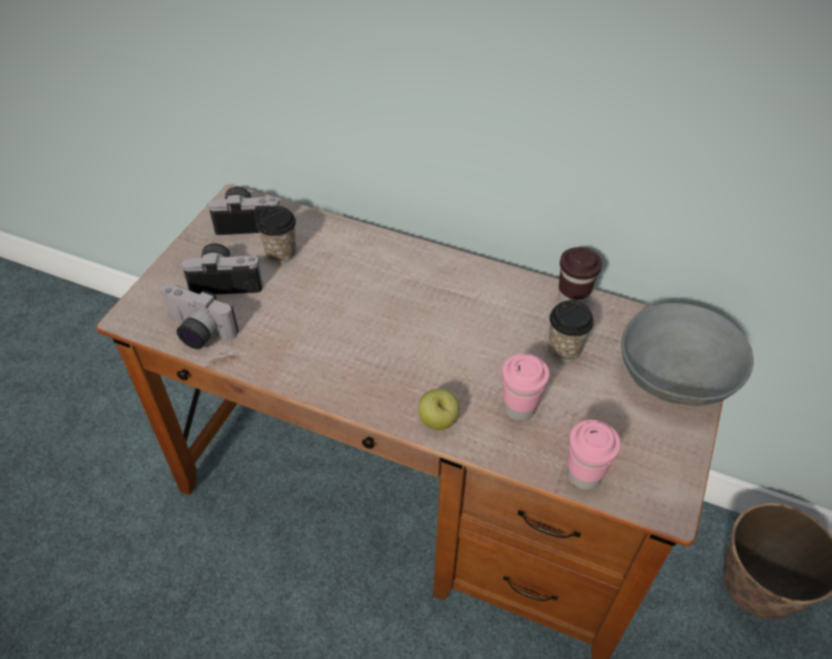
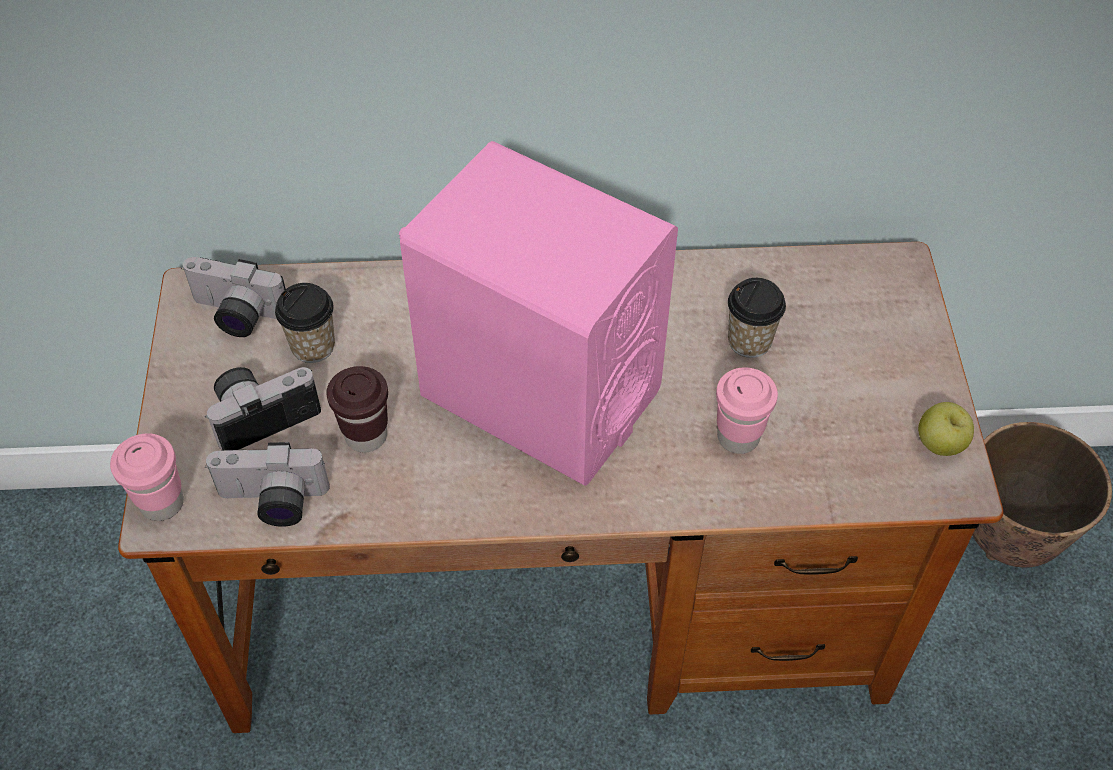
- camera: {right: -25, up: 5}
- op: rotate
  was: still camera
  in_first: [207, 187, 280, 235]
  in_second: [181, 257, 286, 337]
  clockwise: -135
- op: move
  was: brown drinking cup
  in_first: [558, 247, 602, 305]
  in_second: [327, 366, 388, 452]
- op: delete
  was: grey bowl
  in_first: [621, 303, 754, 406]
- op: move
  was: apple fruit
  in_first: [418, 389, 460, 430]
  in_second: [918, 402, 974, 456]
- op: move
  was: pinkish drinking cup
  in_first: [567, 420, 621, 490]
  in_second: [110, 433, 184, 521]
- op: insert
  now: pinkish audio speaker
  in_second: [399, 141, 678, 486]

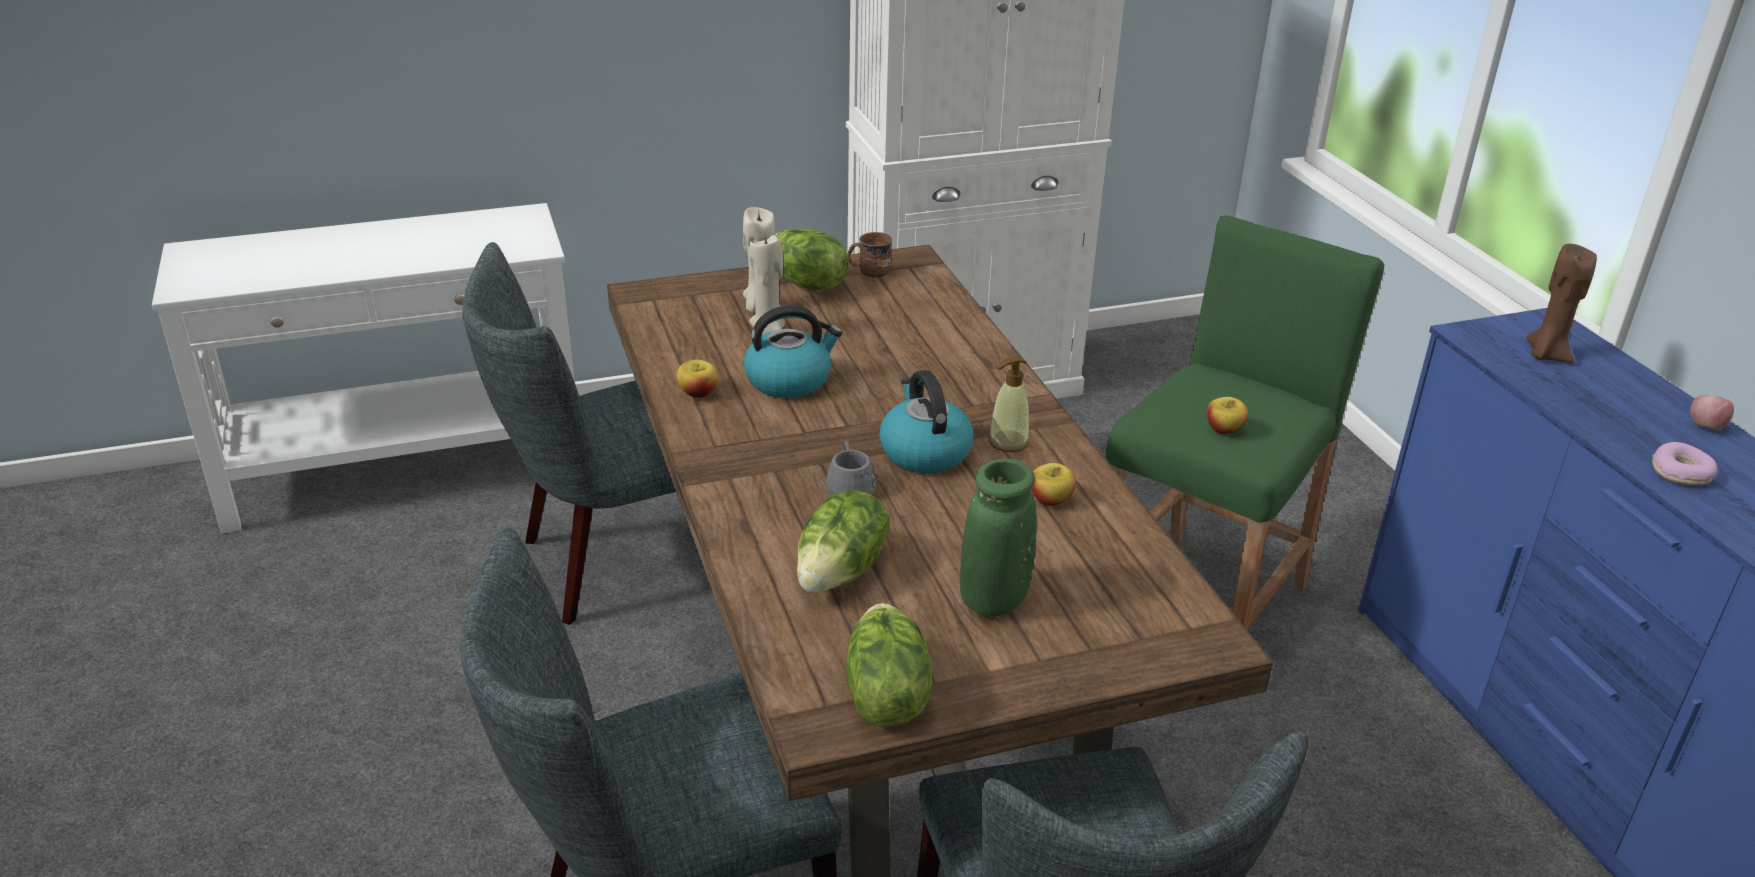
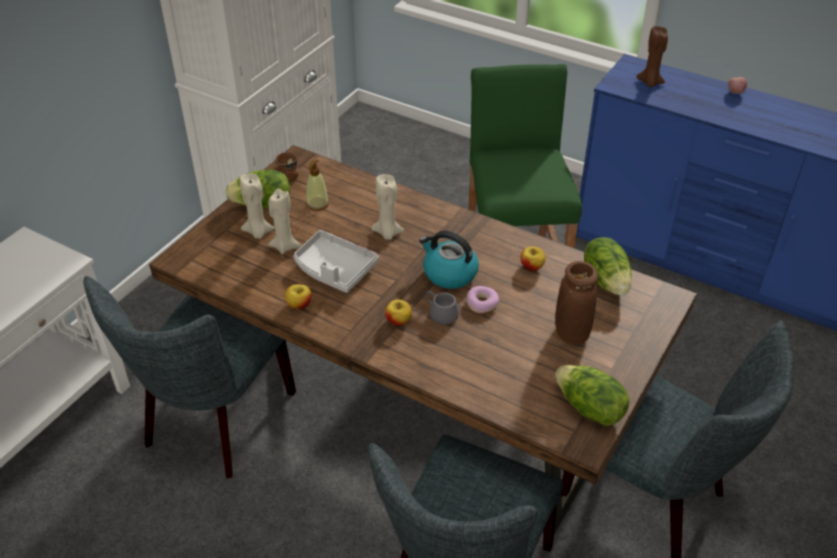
- camera: {right: -40, up: 10}
- op: replace
  was: kettle
  now: grey serving tray
  in_first: [744, 305, 842, 398]
  in_second: [294, 230, 379, 293]
- op: move
  was: soap bottle
  in_first: [989, 356, 1030, 452]
  in_second: [306, 159, 329, 211]
- op: move
  was: apple fruit
  in_first: [1207, 397, 1248, 434]
  in_second: [385, 300, 412, 326]
- op: move
  was: doughnut
  in_first: [1652, 442, 1717, 485]
  in_second: [466, 286, 499, 313]
- op: recolor
  was: green flower vase
  now: brown flower vase
  in_first: [960, 459, 1037, 617]
  in_second: [555, 261, 598, 344]
- op: move
  was: lettuce
  in_first: [797, 490, 890, 593]
  in_second: [584, 237, 632, 296]
- op: insert
  now: sand-coloured candle
  in_second: [371, 174, 404, 240]

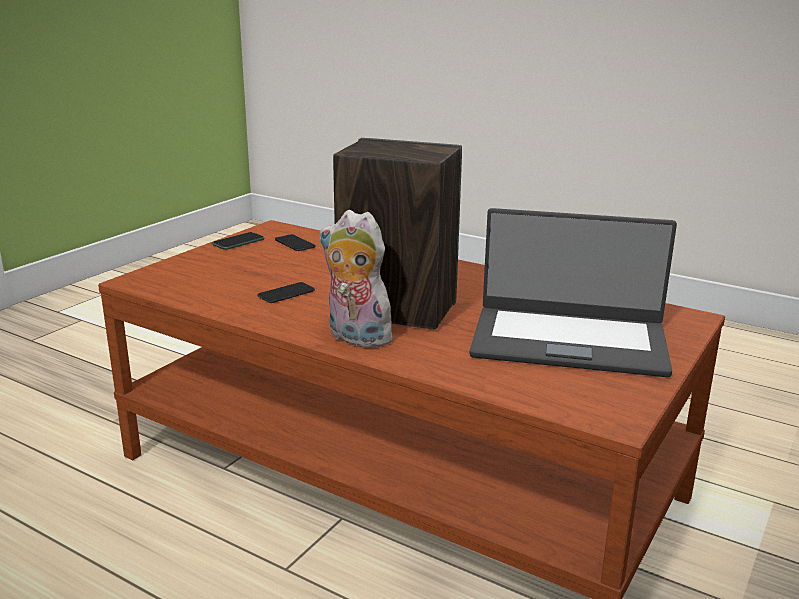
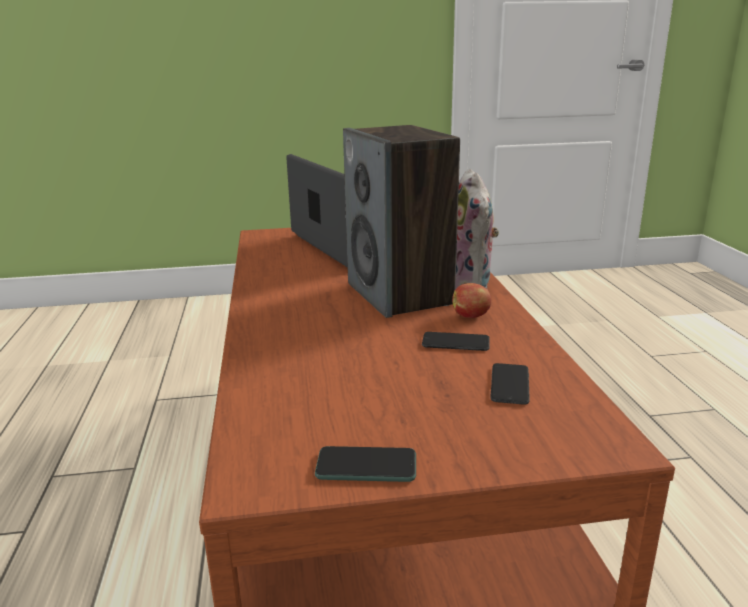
- camera: {right: -130, up: 0}
- op: move
  was: phone
  in_first: [275, 234, 316, 251]
  in_second: [490, 363, 530, 405]
- op: insert
  now: apple fruit
  in_second: [452, 283, 491, 318]

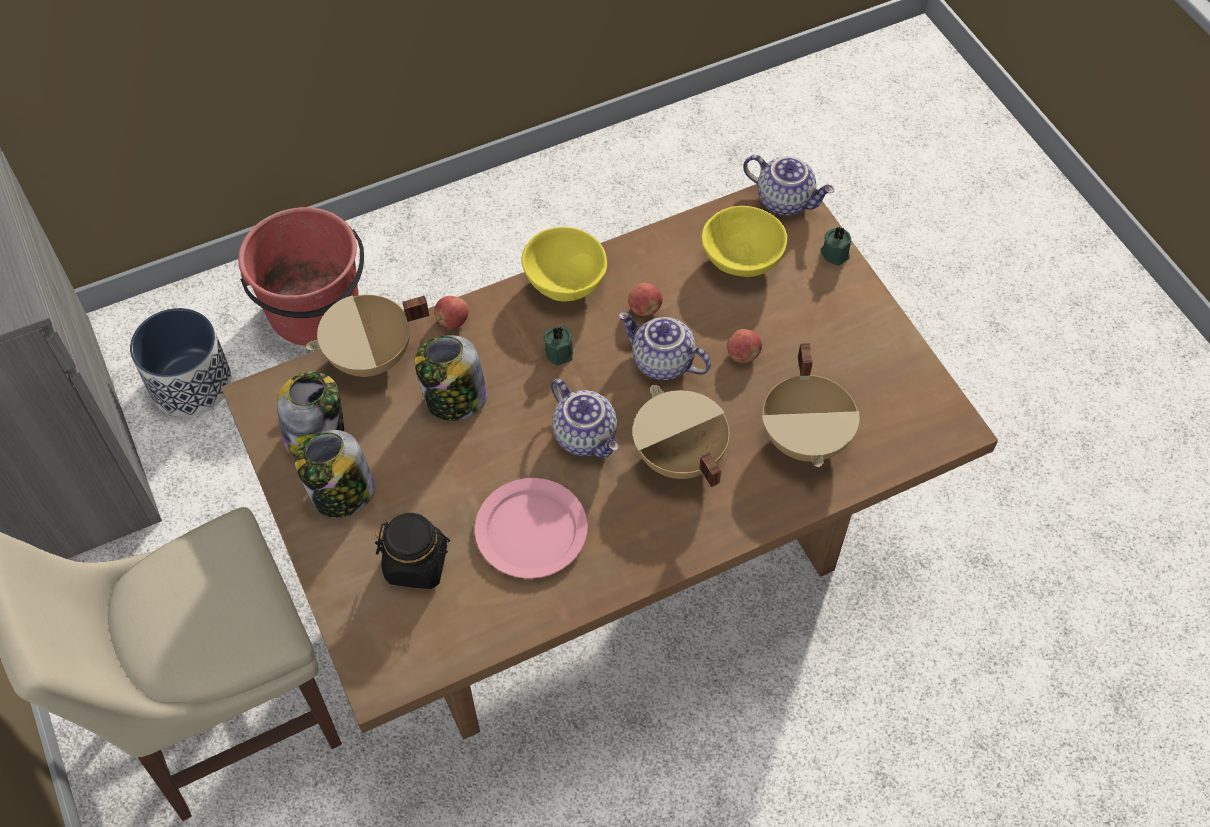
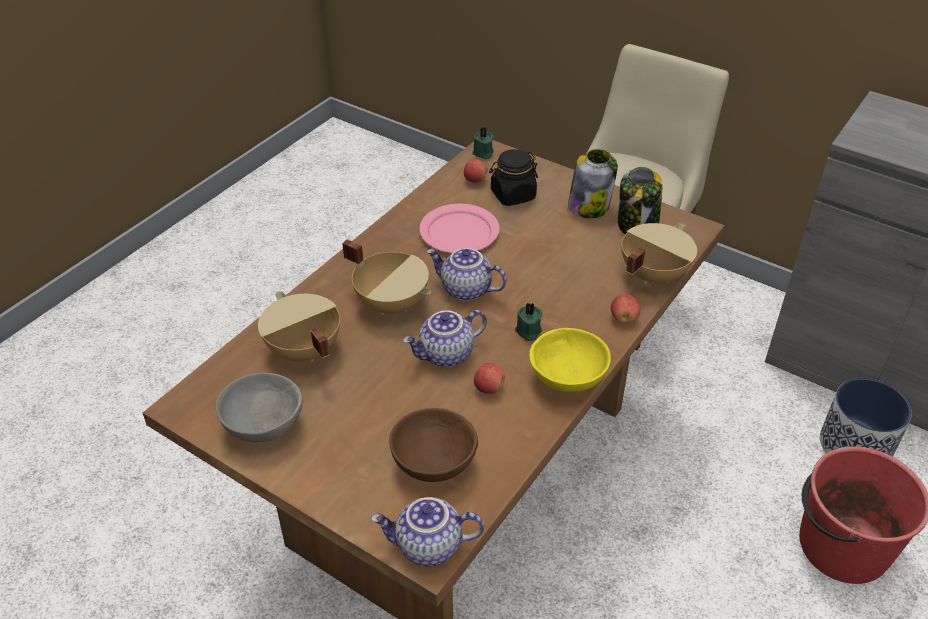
- camera: {right: 150, up: -15}
- op: recolor
  was: yellow bowl
  now: brown bowl
  in_first: [702, 206, 787, 277]
  in_second: [389, 408, 478, 482]
- op: move
  was: green candle
  in_first: [820, 226, 851, 266]
  in_second: [472, 127, 494, 159]
- op: rotate
  was: tea pot
  in_first: [619, 312, 711, 380]
  in_second: [403, 310, 487, 367]
  clockwise: 150
- op: move
  was: apple fruit
  in_first: [727, 329, 762, 363]
  in_second: [464, 159, 488, 182]
- op: delete
  was: preserve jar
  in_first: [415, 335, 487, 421]
- op: insert
  now: grey bowl
  in_second: [215, 373, 303, 442]

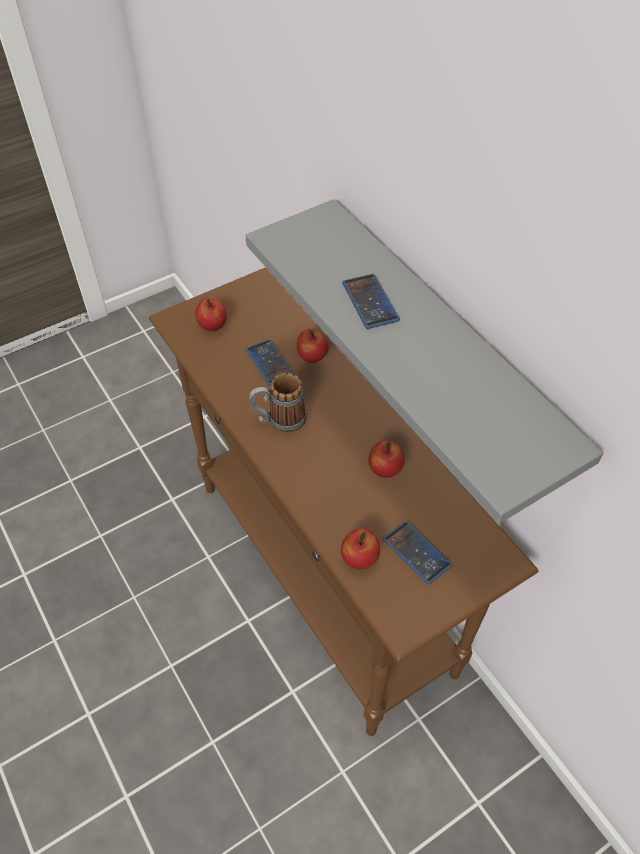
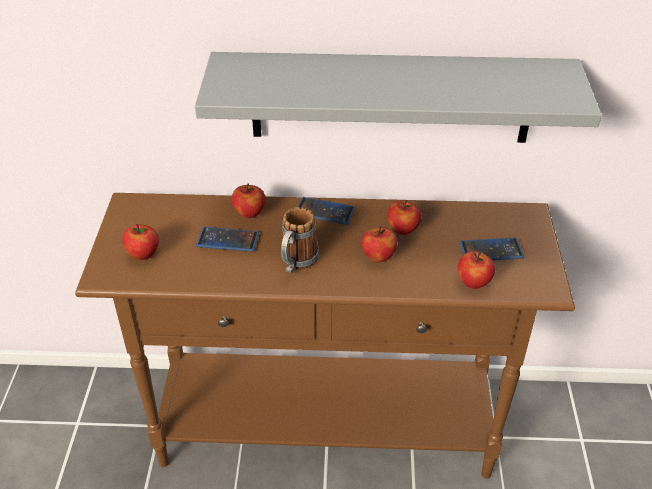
- camera: {right: -55, up: -10}
- op: move
  was: phone
  in_first: [342, 274, 400, 329]
  in_second: [297, 197, 355, 225]
- op: insert
  now: apple fruit
  in_second: [361, 226, 397, 263]

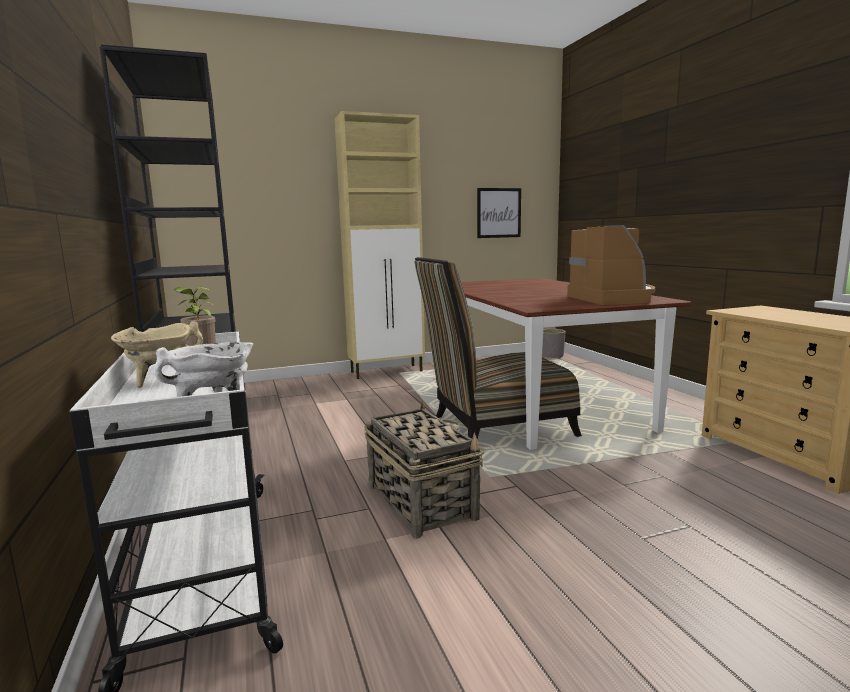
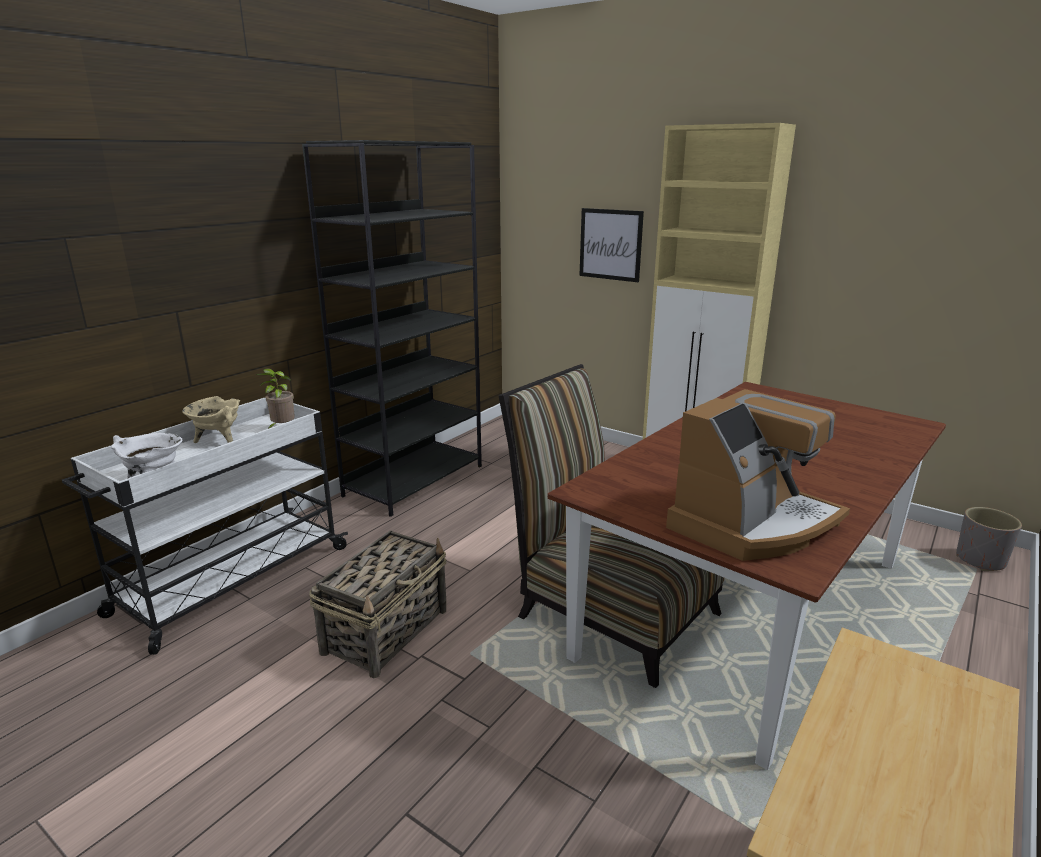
- camera: {right: 55, up: 10}
- op: move
  was: picture
  in_first: [477, 188, 521, 238]
  in_second: [579, 208, 644, 282]

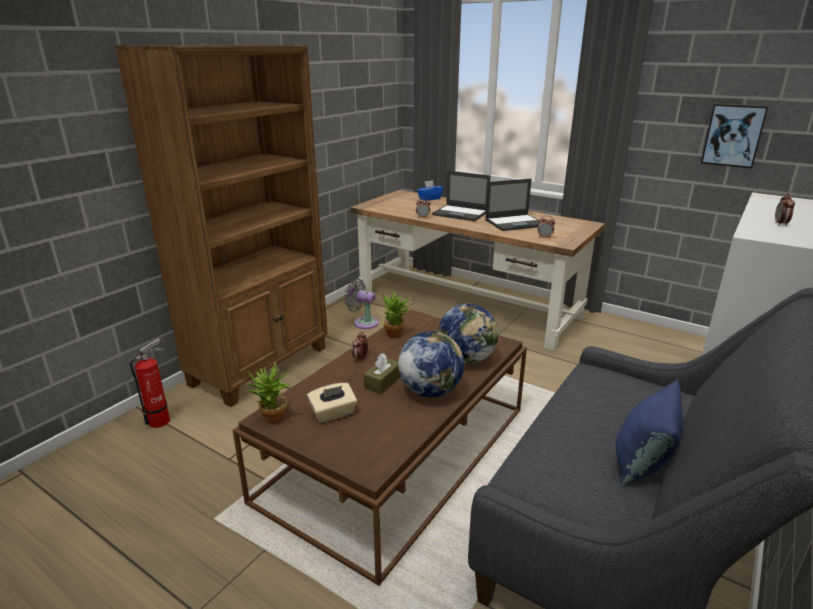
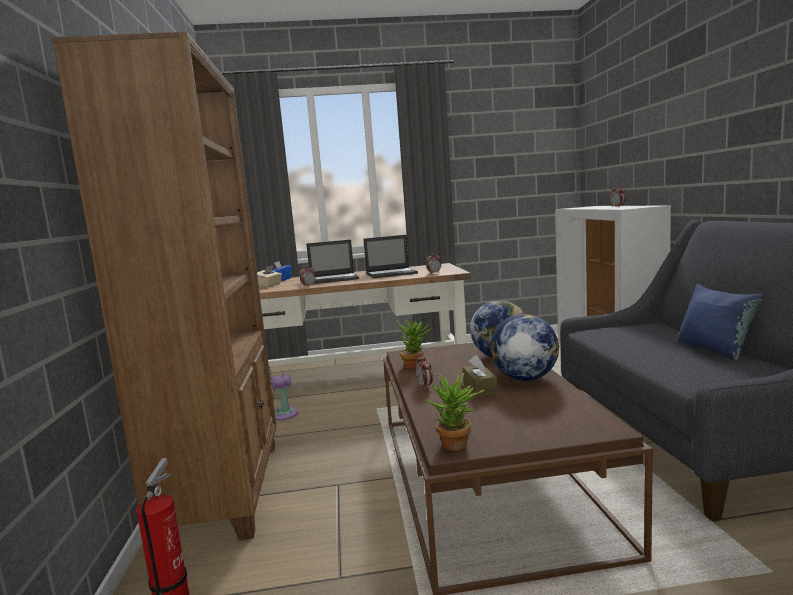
- camera: {right: -40, up: -15}
- op: delete
  was: picture
  in_first: [701, 104, 769, 169]
- op: rotate
  was: portable computer
  in_first: [485, 179, 540, 231]
  in_second: [363, 235, 418, 278]
  clockwise: 45
- op: move
  was: sand-coloured tissue box
  in_first: [307, 383, 357, 423]
  in_second: [257, 266, 282, 287]

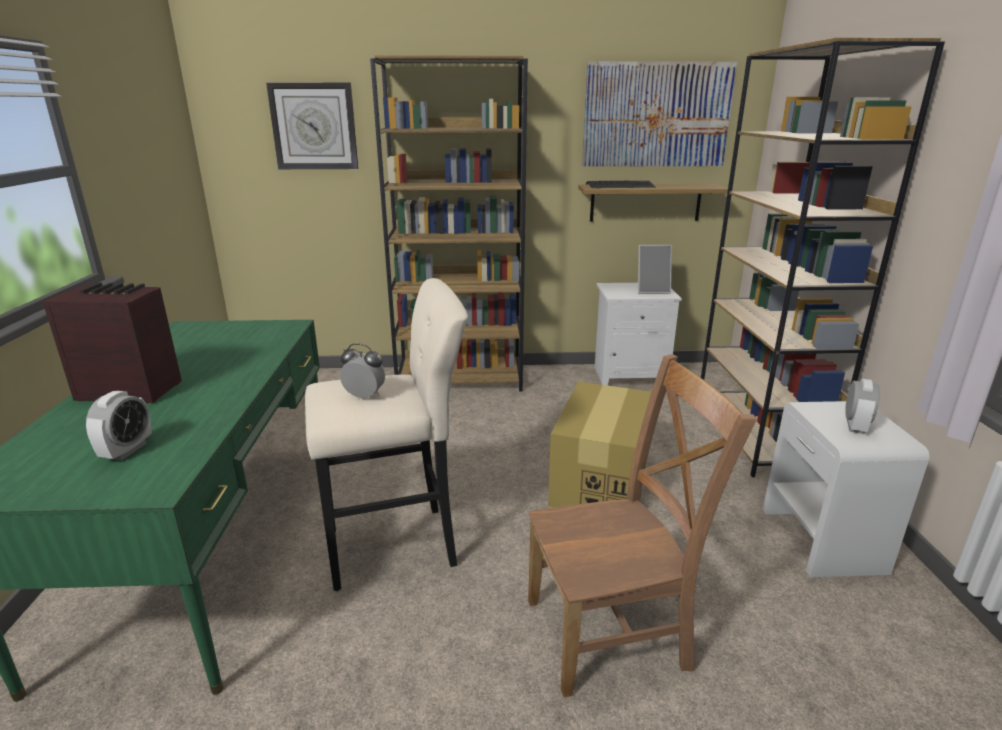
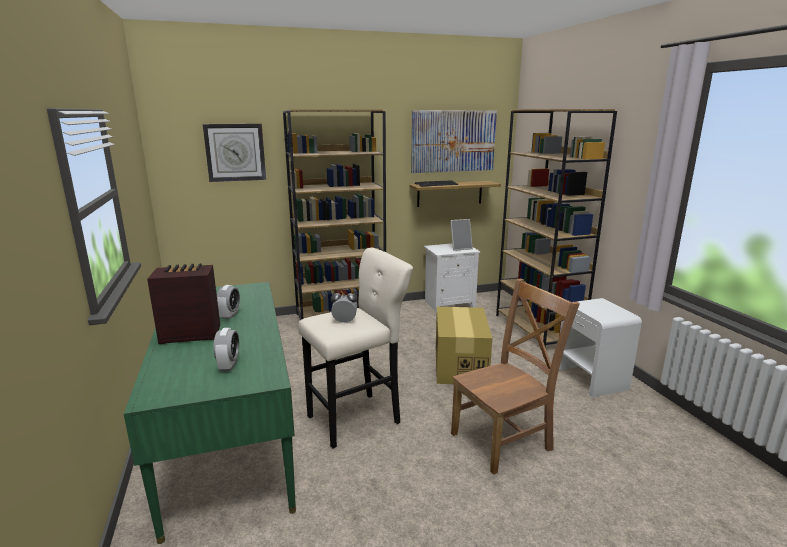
- camera: {right: -15, up: -5}
- op: move
  was: alarm clock
  in_first: [845, 379, 880, 434]
  in_second: [217, 285, 240, 319]

